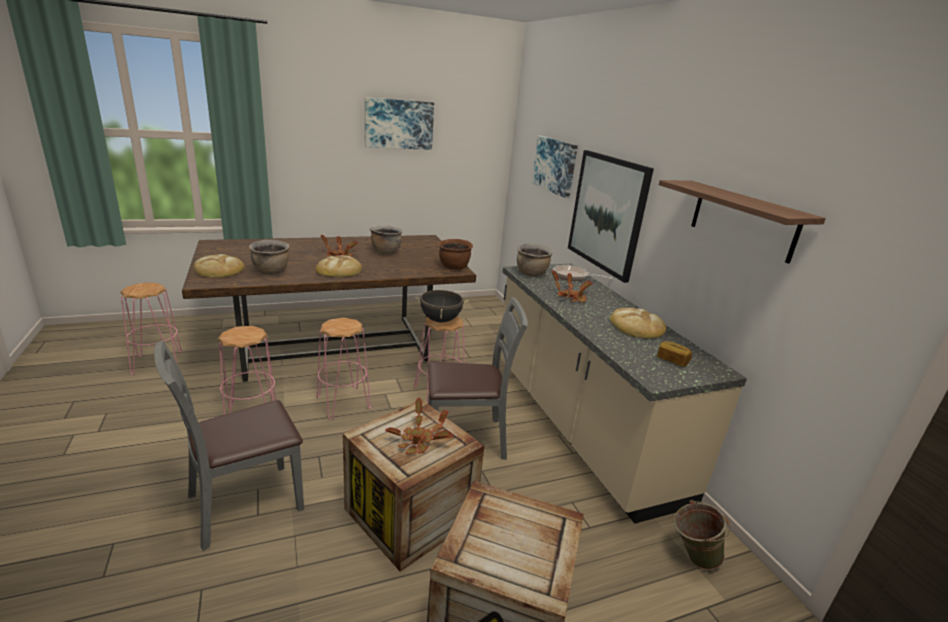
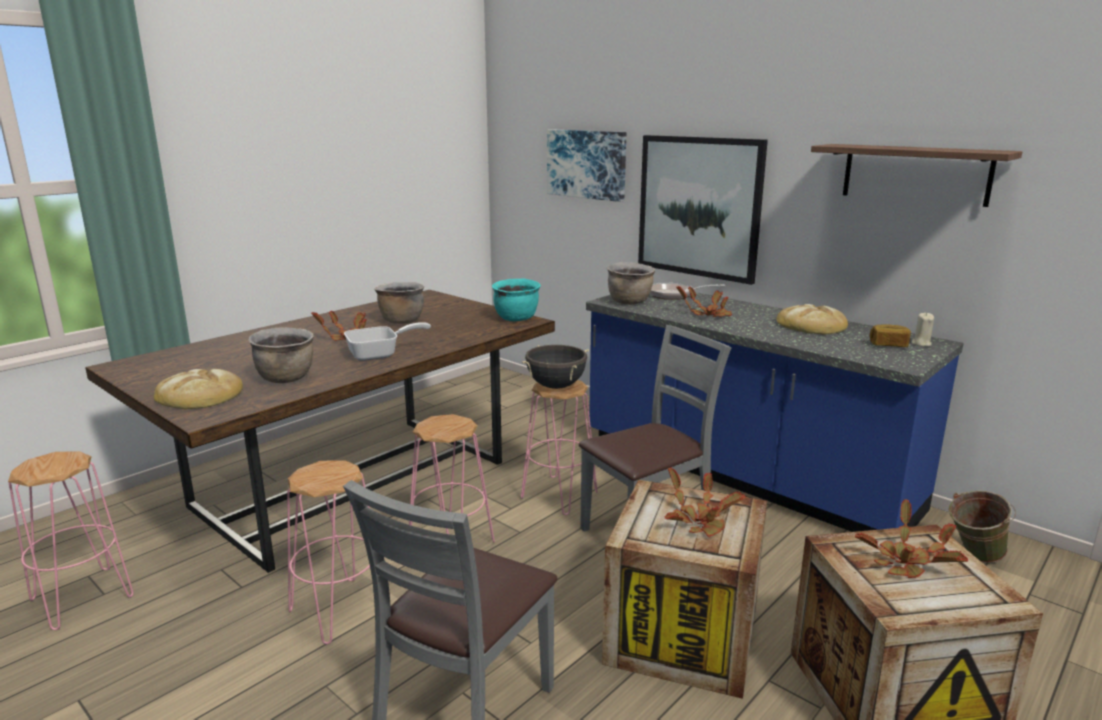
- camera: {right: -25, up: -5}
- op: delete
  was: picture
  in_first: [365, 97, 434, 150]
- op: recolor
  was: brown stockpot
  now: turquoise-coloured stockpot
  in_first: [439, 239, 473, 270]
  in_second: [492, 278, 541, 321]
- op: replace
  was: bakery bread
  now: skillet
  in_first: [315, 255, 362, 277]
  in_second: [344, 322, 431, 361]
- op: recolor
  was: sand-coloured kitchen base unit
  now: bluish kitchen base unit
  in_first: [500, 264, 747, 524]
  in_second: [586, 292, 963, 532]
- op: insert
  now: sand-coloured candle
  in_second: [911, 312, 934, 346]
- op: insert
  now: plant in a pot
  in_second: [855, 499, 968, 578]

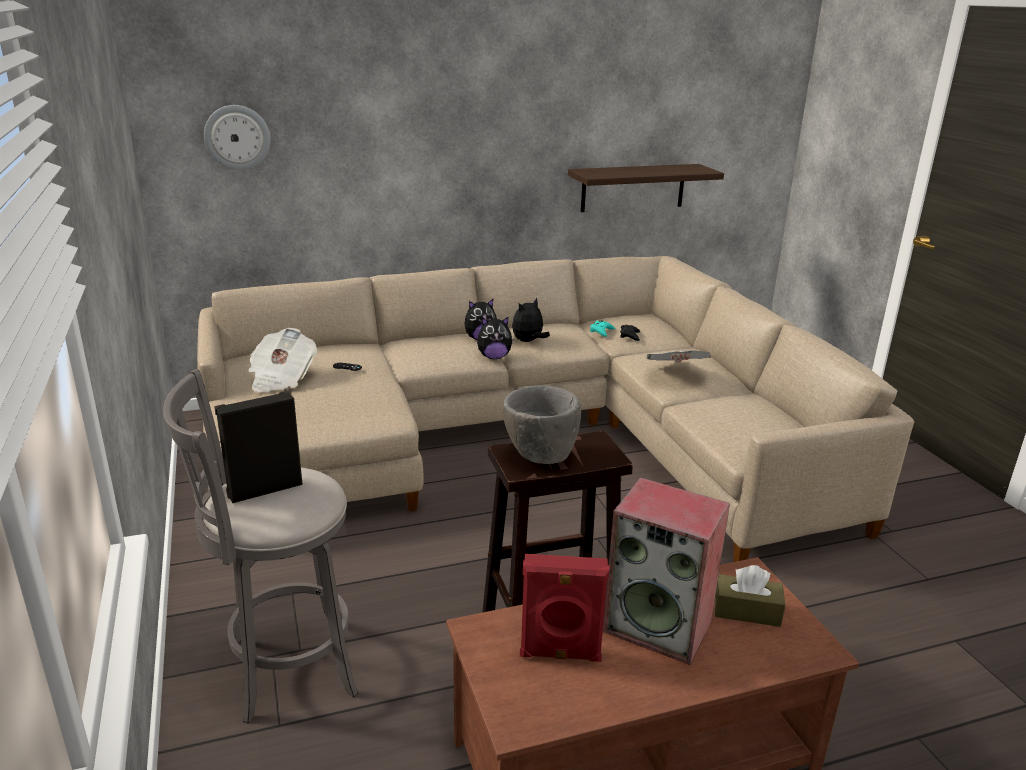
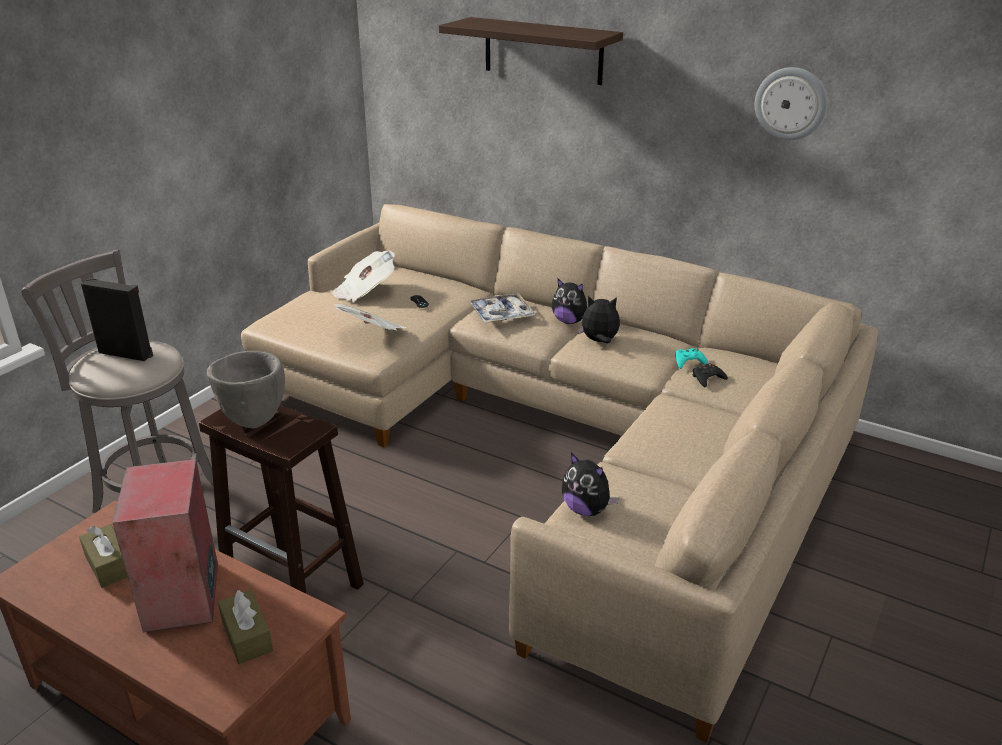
- camera: {right: 50, up: 5}
- op: move
  was: wall clock
  in_first: [204, 105, 271, 170]
  in_second: [755, 67, 827, 140]
- op: move
  was: shelf
  in_first: [568, 164, 724, 212]
  in_second: [439, 17, 623, 85]
- op: move
  was: cuddly toy
  in_first: [477, 317, 513, 359]
  in_second: [562, 453, 619, 516]
- op: move
  was: daily paper
  in_first: [646, 351, 711, 363]
  in_second: [334, 304, 406, 330]
- op: replace
  was: red audio speaker
  now: brown tissue box
  in_first: [520, 554, 609, 662]
  in_second: [79, 524, 127, 588]
- op: insert
  now: serving tray
  in_second: [470, 293, 535, 323]

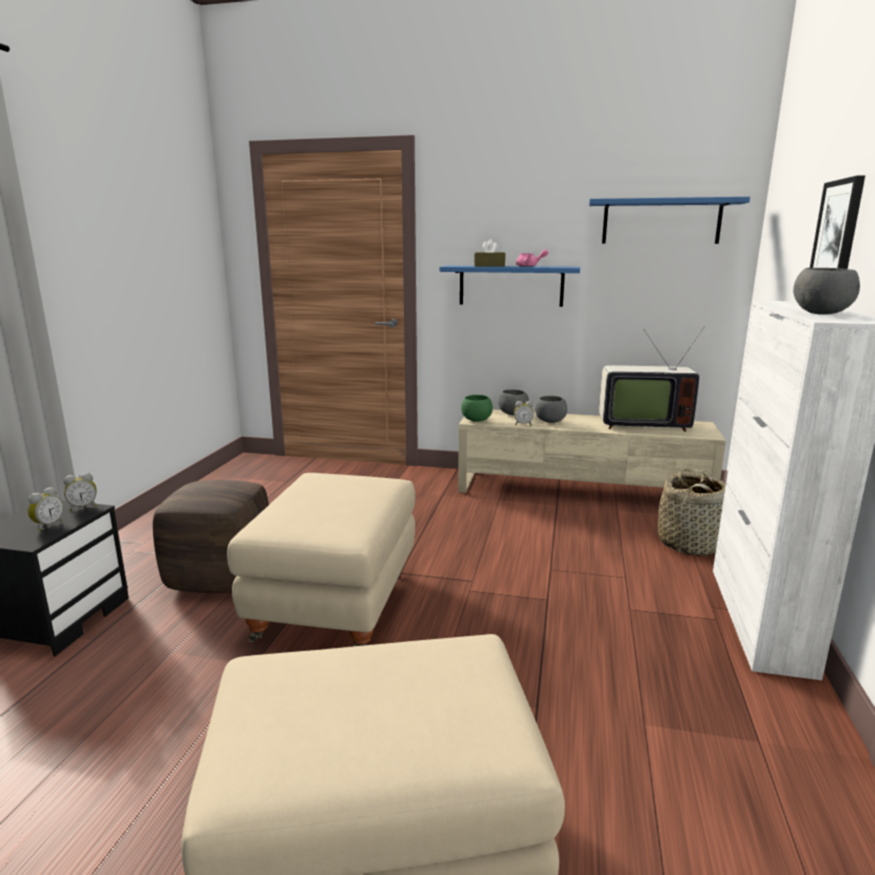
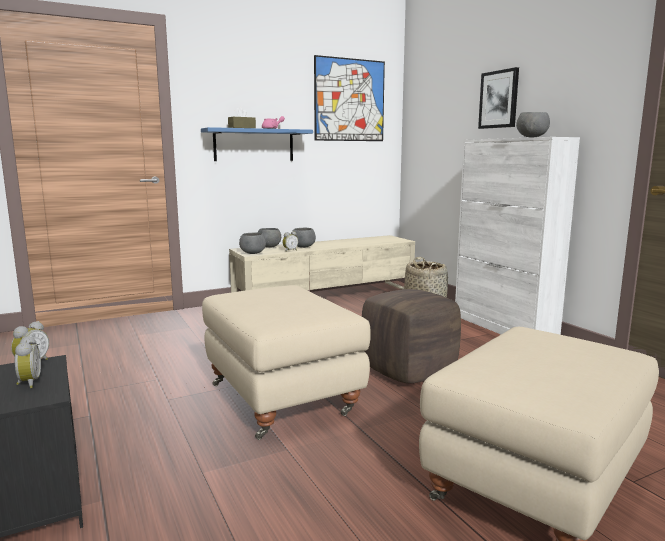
- camera: {right: -40, up: -5}
- op: replace
  was: bluish shelf
  now: picture
  in_first: [589, 197, 750, 244]
  in_second: [314, 55, 385, 141]
- op: delete
  was: television
  in_first: [599, 328, 704, 432]
- op: recolor
  was: green bowl
  now: grey bowl
  in_first: [461, 395, 493, 422]
  in_second: [239, 233, 266, 254]
- op: move
  was: brown footrest
  in_first: [153, 480, 269, 593]
  in_second: [362, 289, 461, 383]

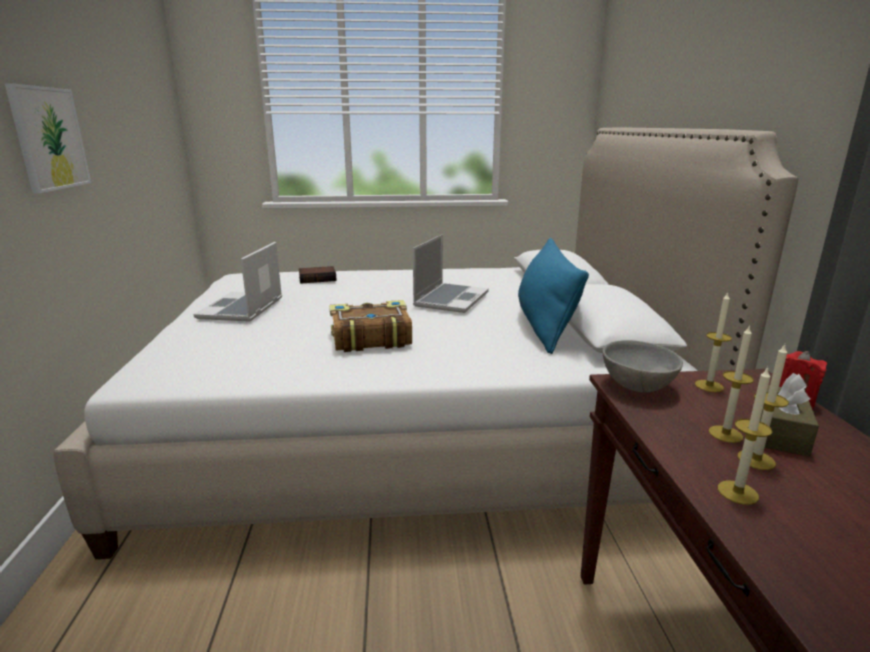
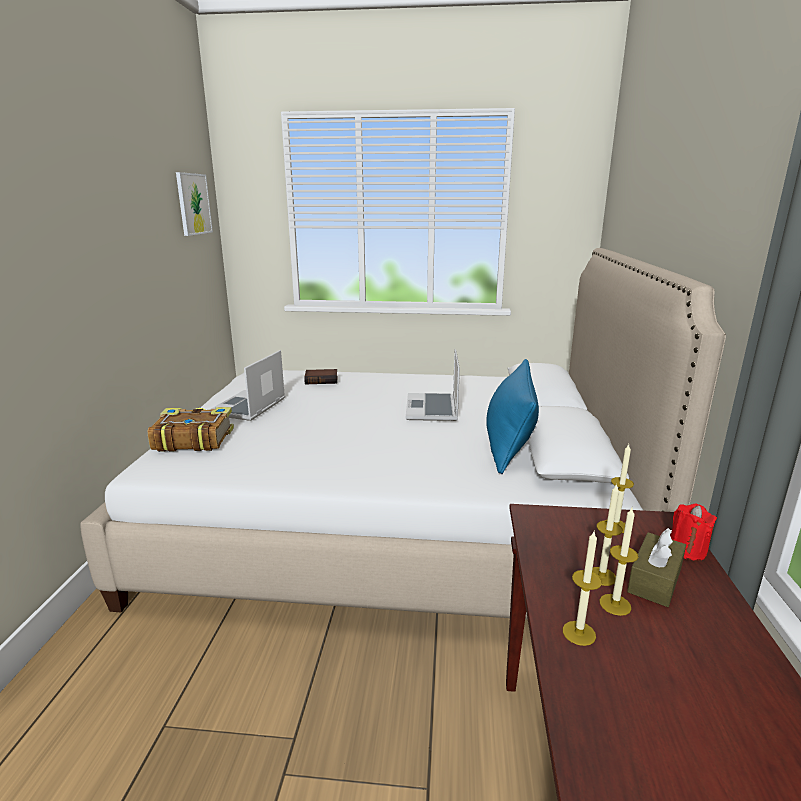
- camera: {right: 10, up: 0}
- op: move
  was: picture
  in_first: [5, 83, 91, 194]
  in_second: [176, 172, 213, 236]
- op: rotate
  was: portable computer
  in_first: [413, 234, 489, 313]
  in_second: [406, 349, 460, 421]
  clockwise: 150
- op: move
  was: volume
  in_first: [329, 300, 412, 352]
  in_second: [148, 407, 234, 452]
- op: delete
  was: grey bowl
  in_first: [602, 340, 683, 393]

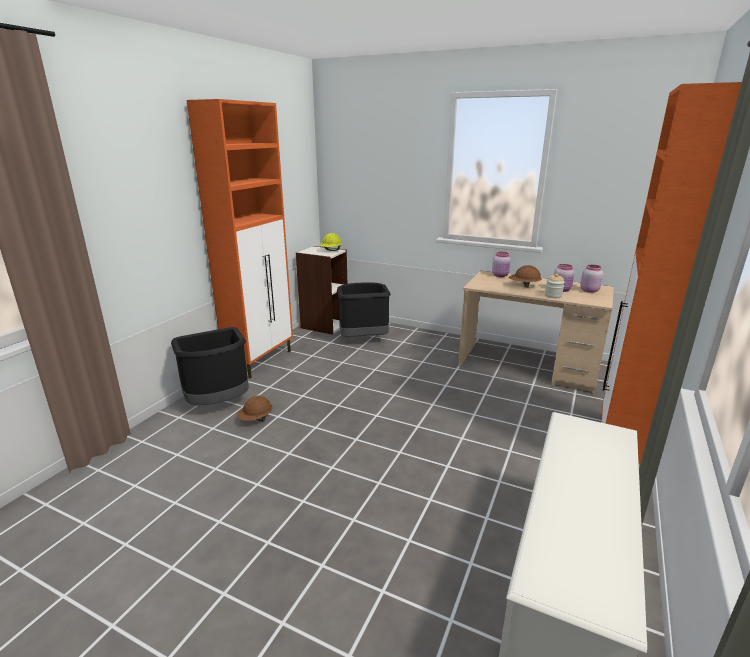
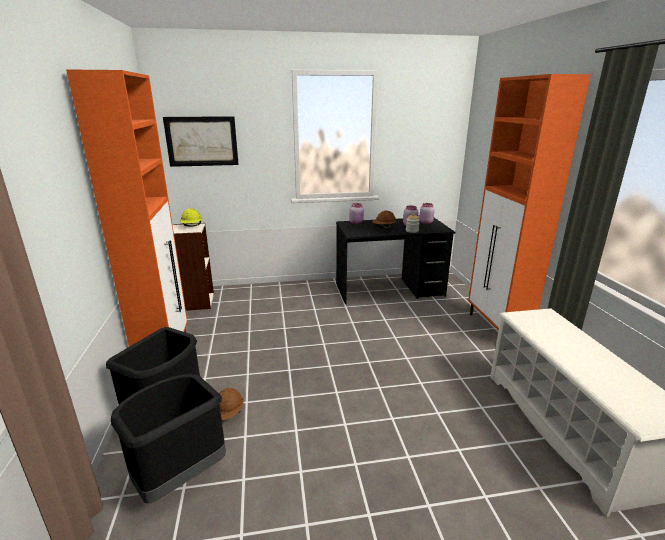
- camera: {right: -35, up: 0}
- op: recolor
  was: sand-coloured desk
  now: black desk
  in_first: [458, 271, 614, 394]
  in_second: [336, 218, 455, 304]
- op: move
  was: black waste bin
  in_first: [337, 282, 391, 337]
  in_second: [111, 374, 226, 503]
- op: insert
  now: picture
  in_second: [163, 116, 239, 167]

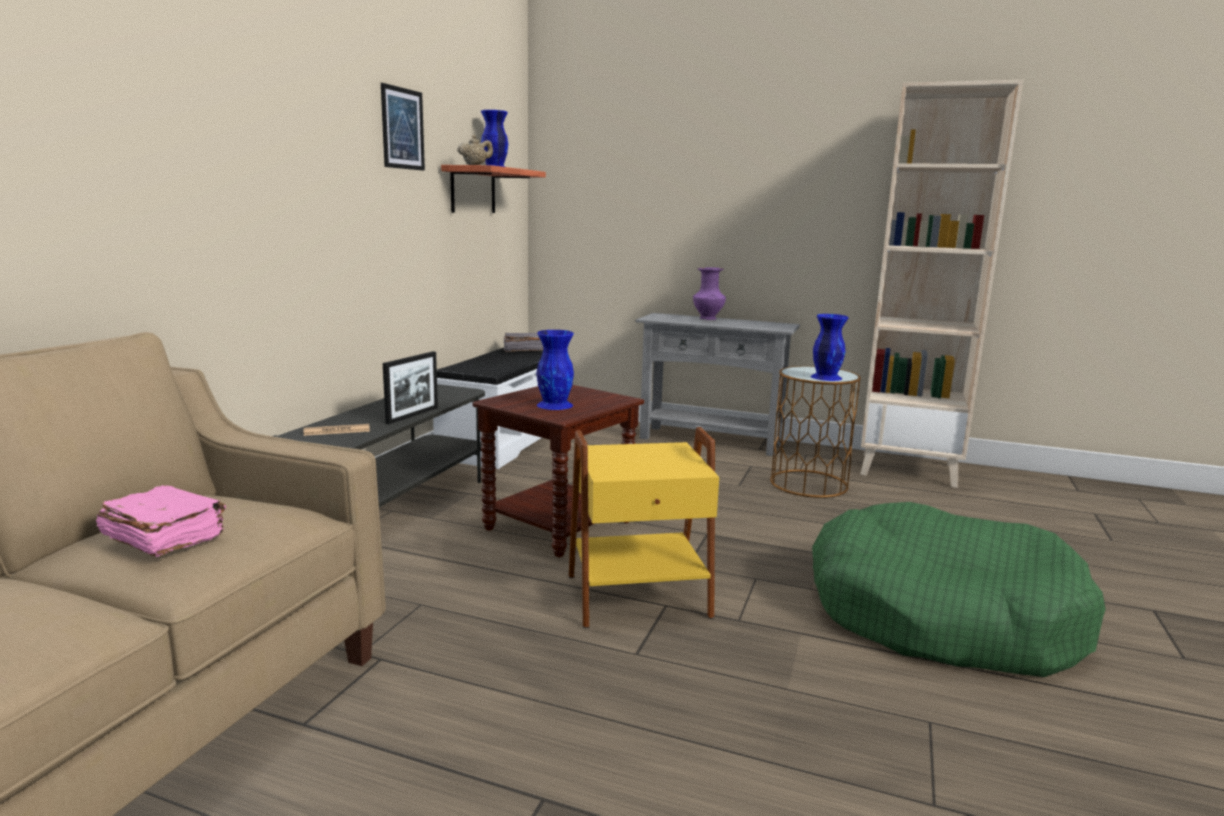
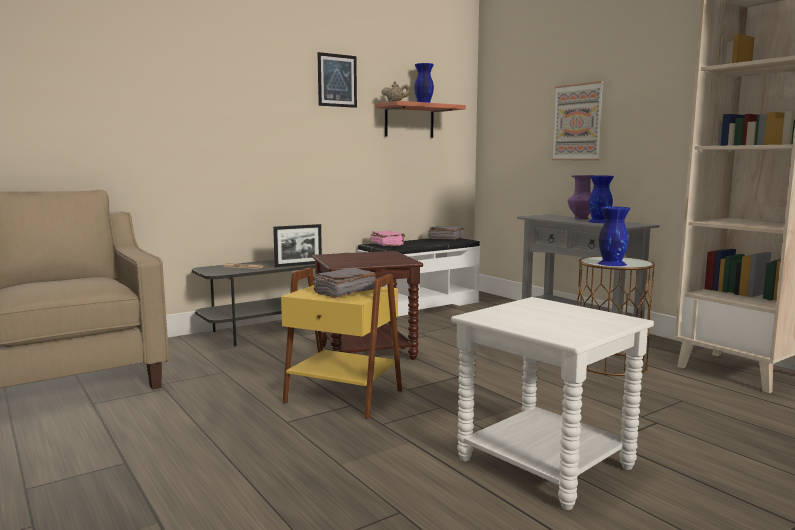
- camera: {right: 35, up: -5}
- op: move
  was: bluish flower vase
  in_first: [536, 330, 574, 410]
  in_second: [588, 176, 614, 223]
- op: move
  was: pinkish volume
  in_first: [96, 485, 226, 557]
  in_second: [370, 231, 405, 246]
- op: replace
  was: green dog bed
  now: white-coloured side table
  in_first: [812, 502, 1106, 677]
  in_second: [451, 297, 654, 510]
- op: insert
  now: picture
  in_second: [552, 81, 604, 160]
- op: insert
  now: grey volume
  in_second: [313, 268, 376, 298]

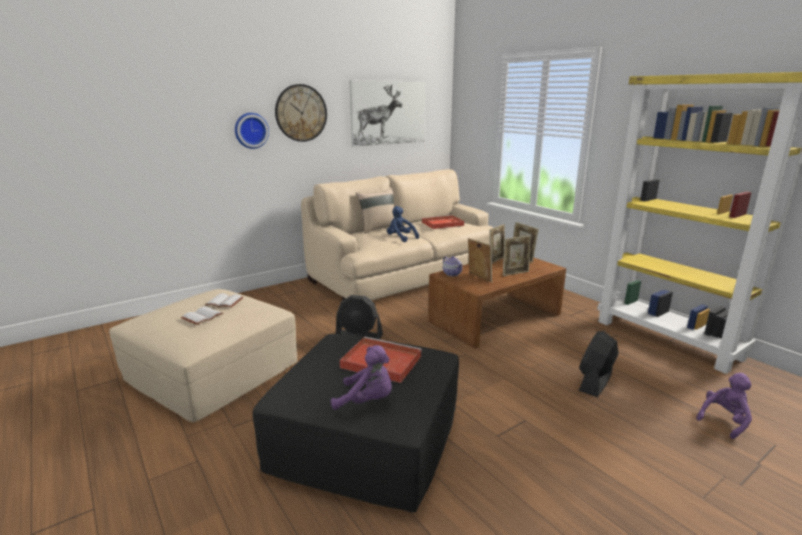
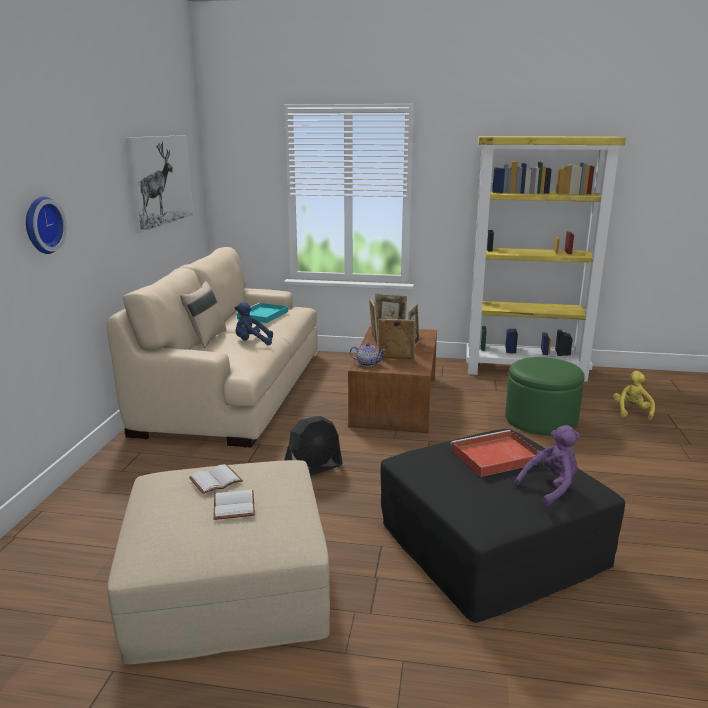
- camera: {right: -45, up: 0}
- op: delete
  was: wall clock
  in_first: [275, 84, 327, 142]
- op: recolor
  was: red serving tray
  now: turquoise-coloured serving tray
  in_first: [422, 215, 464, 229]
  in_second: [236, 303, 288, 323]
- op: replace
  was: black electric fan
  now: green footrest
  in_first: [579, 331, 619, 397]
  in_second: [505, 357, 585, 436]
- op: recolor
  was: purplish cuddly toy
  now: yellow cuddly toy
  in_first: [696, 373, 752, 439]
  in_second: [613, 371, 655, 421]

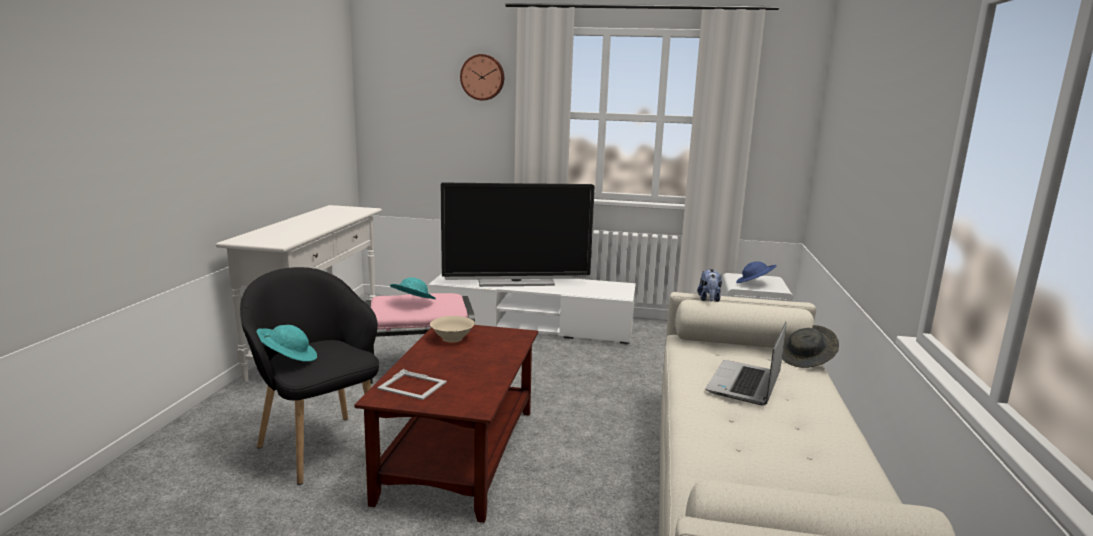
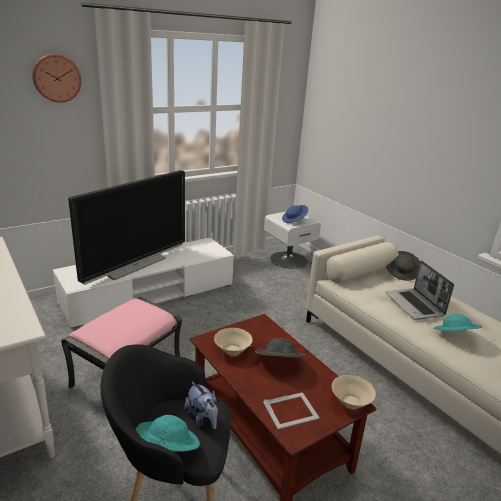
- camera: {right: -45, up: 10}
- op: move
  was: cuddly toy
  in_first: [697, 269, 722, 302]
  in_second: [184, 381, 218, 429]
- op: move
  was: turquoise-coloured clothing hat
  in_first: [390, 278, 436, 299]
  in_second: [434, 314, 482, 331]
- op: insert
  now: grey clothing hat
  in_second: [255, 338, 306, 358]
- op: insert
  now: sand-coloured bowl
  in_second: [332, 375, 376, 409]

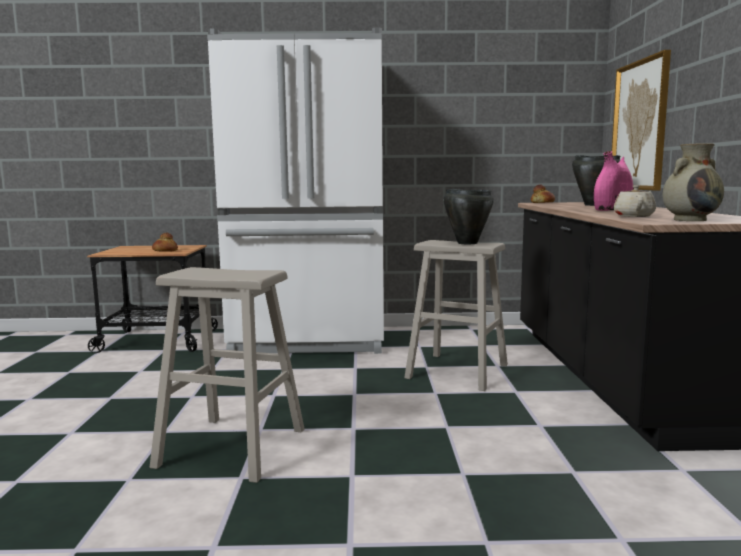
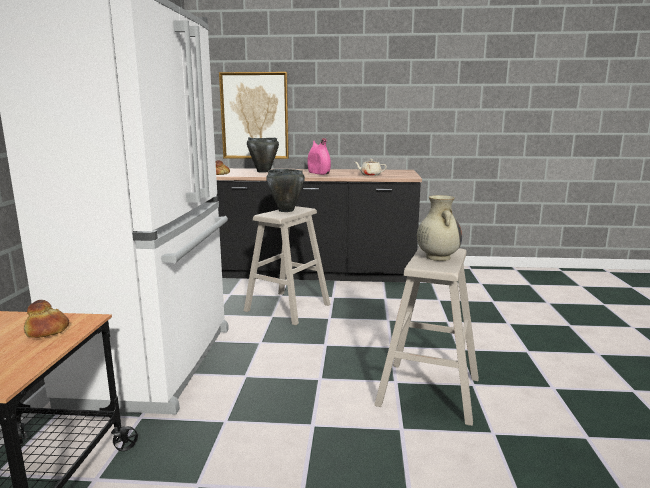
- camera: {right: -85, up: 5}
- op: move
  was: sand-coloured flower vase
  in_first: [663, 143, 724, 221]
  in_second: [417, 195, 462, 261]

